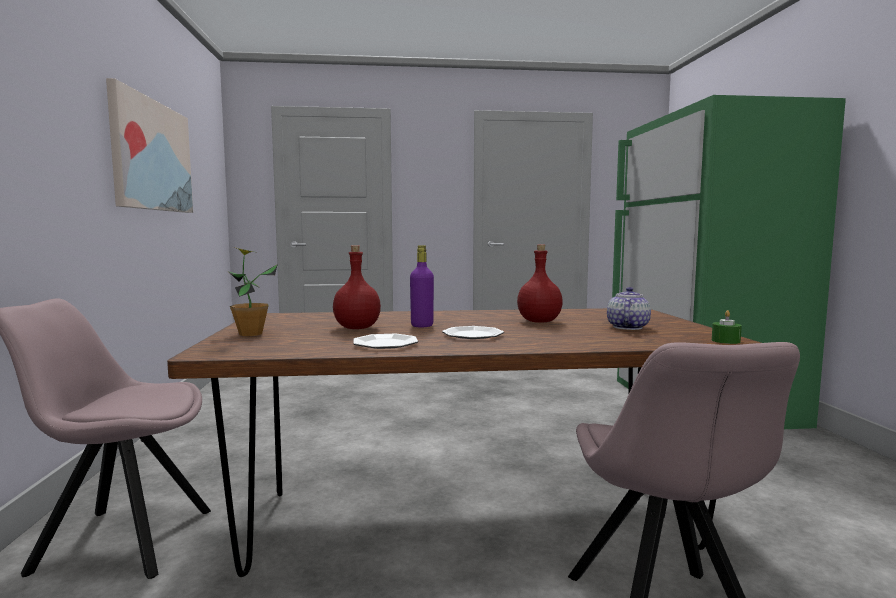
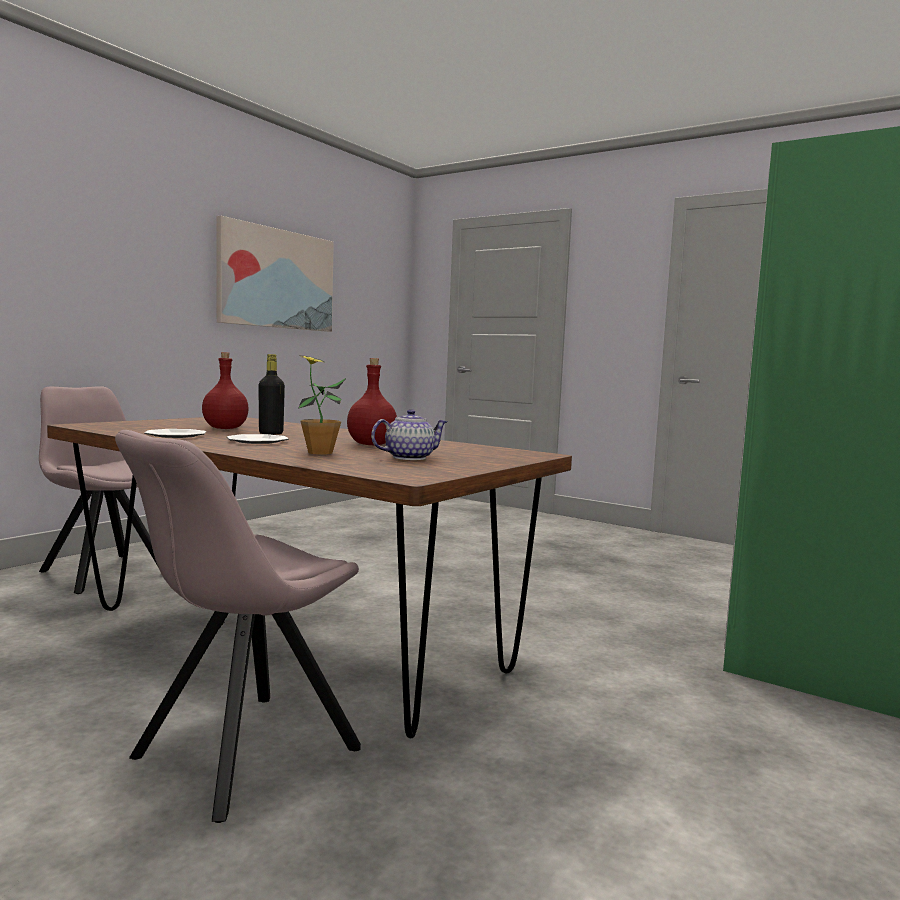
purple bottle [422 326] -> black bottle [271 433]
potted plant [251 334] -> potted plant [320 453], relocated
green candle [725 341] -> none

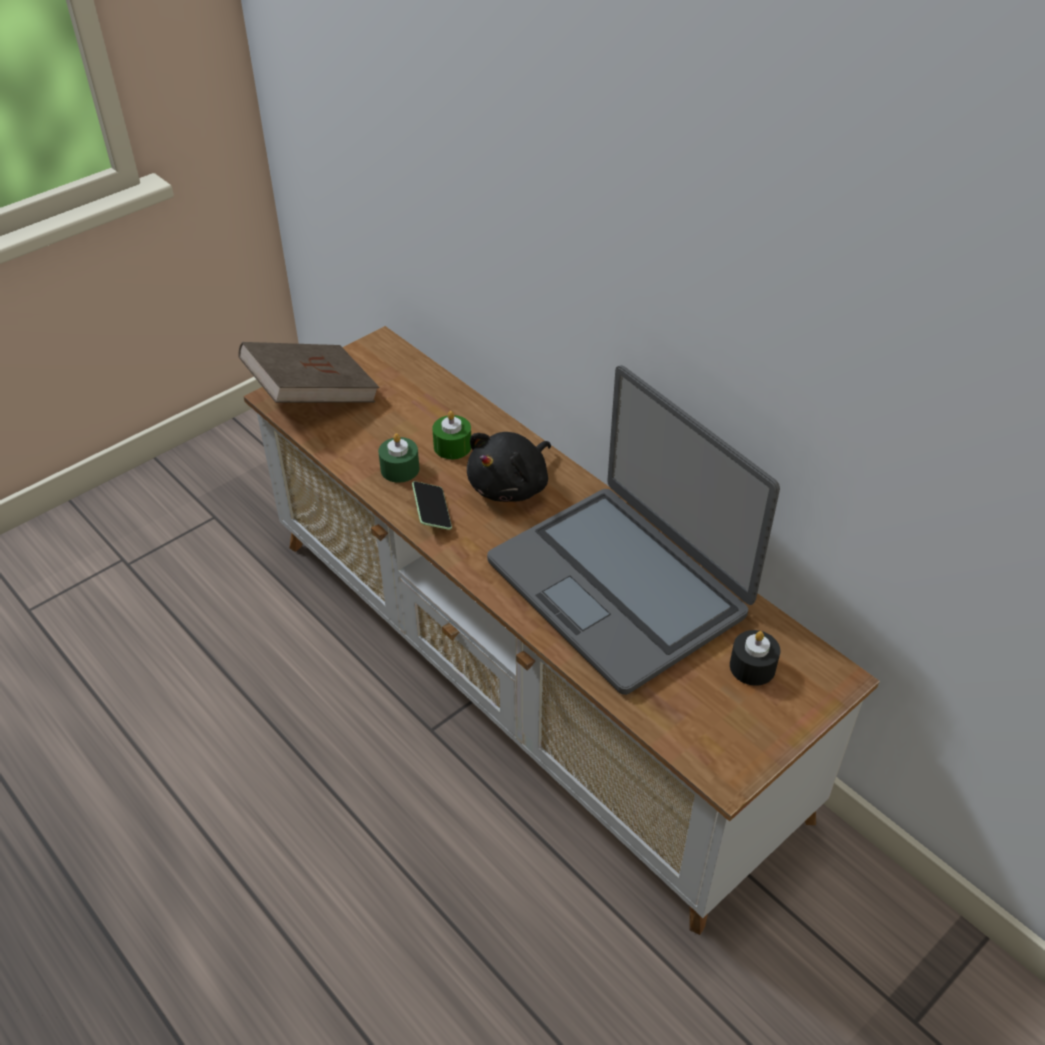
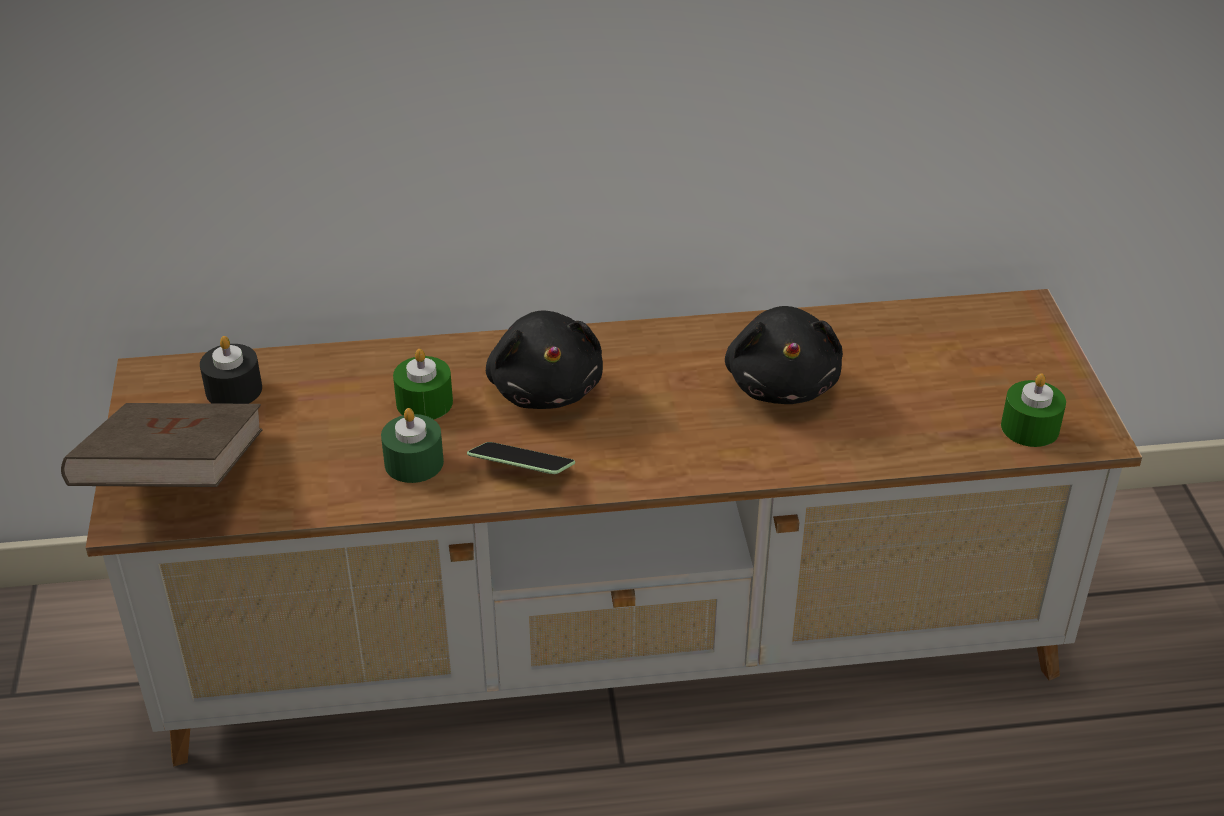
black candle [752 667] -> black candle [234 390], relocated
laptop [619 586] -> black plush toy [782 383]
none -> green candle [1030 427]

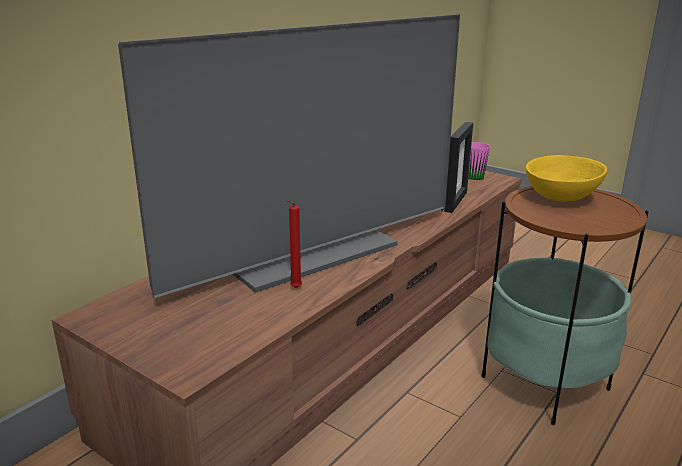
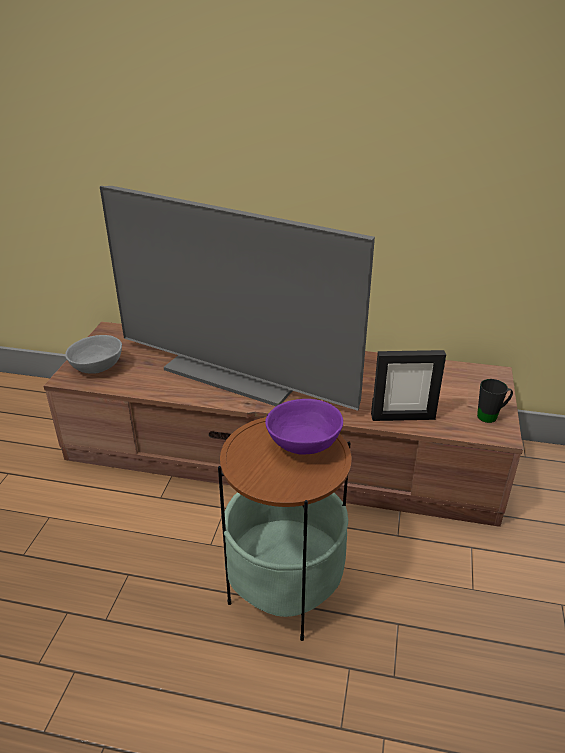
none -> grey bowl [98 367]
yellow bowl [561 196] -> purple bowl [305 444]
pink mug [475 175] -> black mug [491 416]
red candle [294 289] -> none

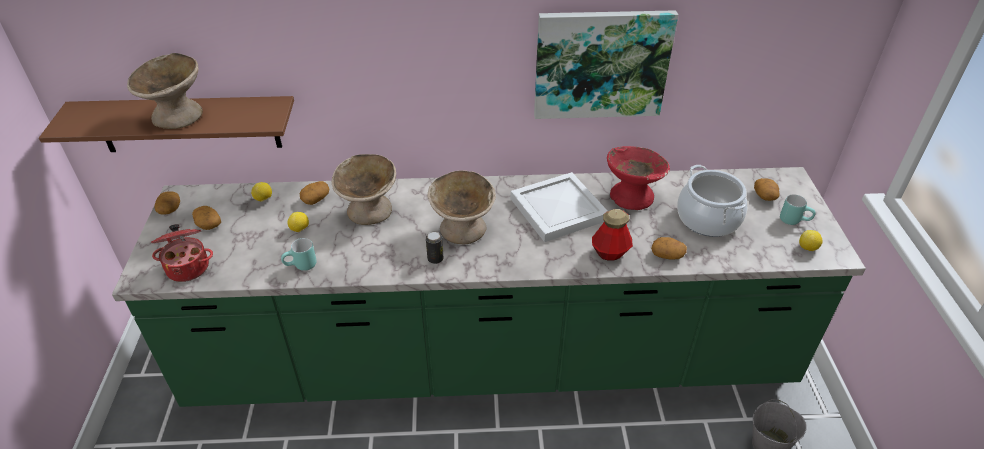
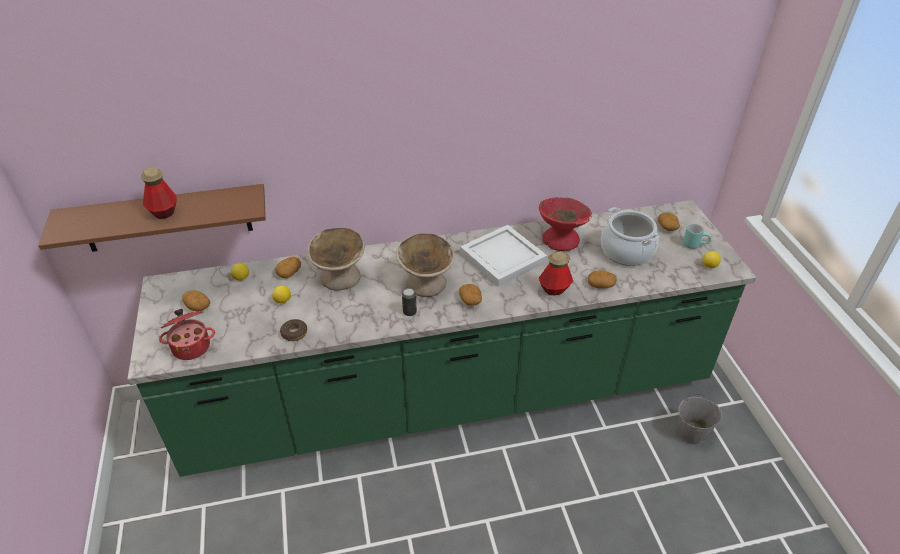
beige bowl [177 116] -> bottle [163 212]
turquoise mug [301 267] -> donut [294 333]
potato [170 209] -> potato [470 300], relocated
picture [601 64] -> none

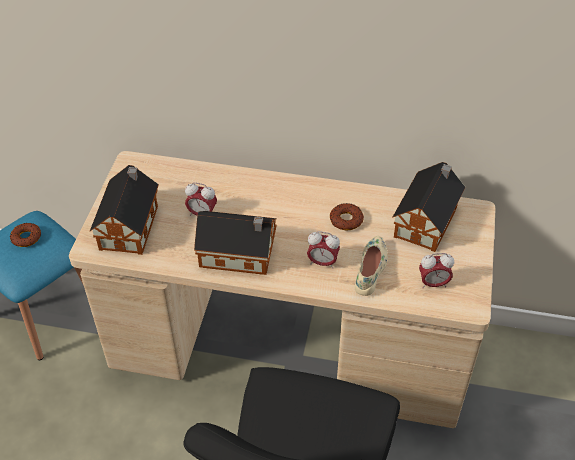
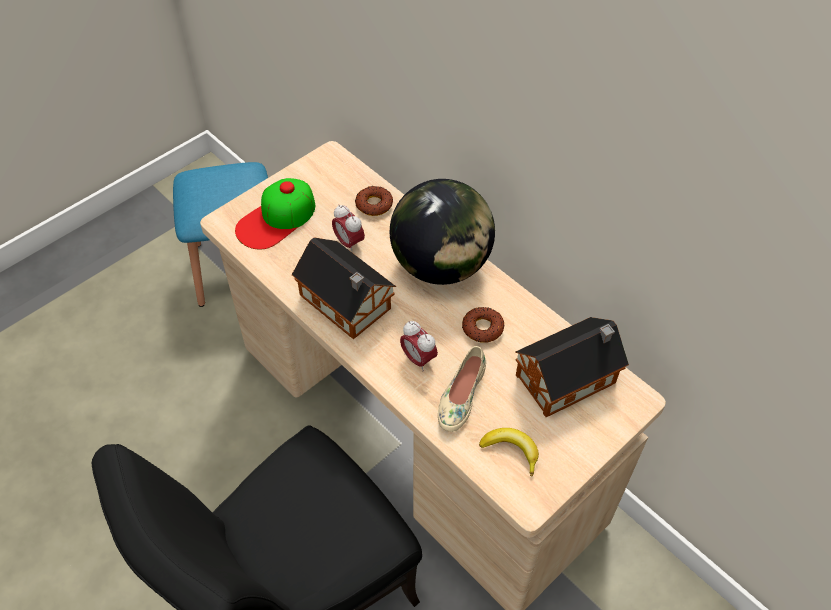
toy house [130 225] -> cap [276 219]
donut [26 238] -> donut [374 204], relocated
none -> globe [440 265]
beige shoe [371 269] -> beige shoe [460 396], 150 degrees clockwise
alarm clock [433 283] -> banana [511 450]

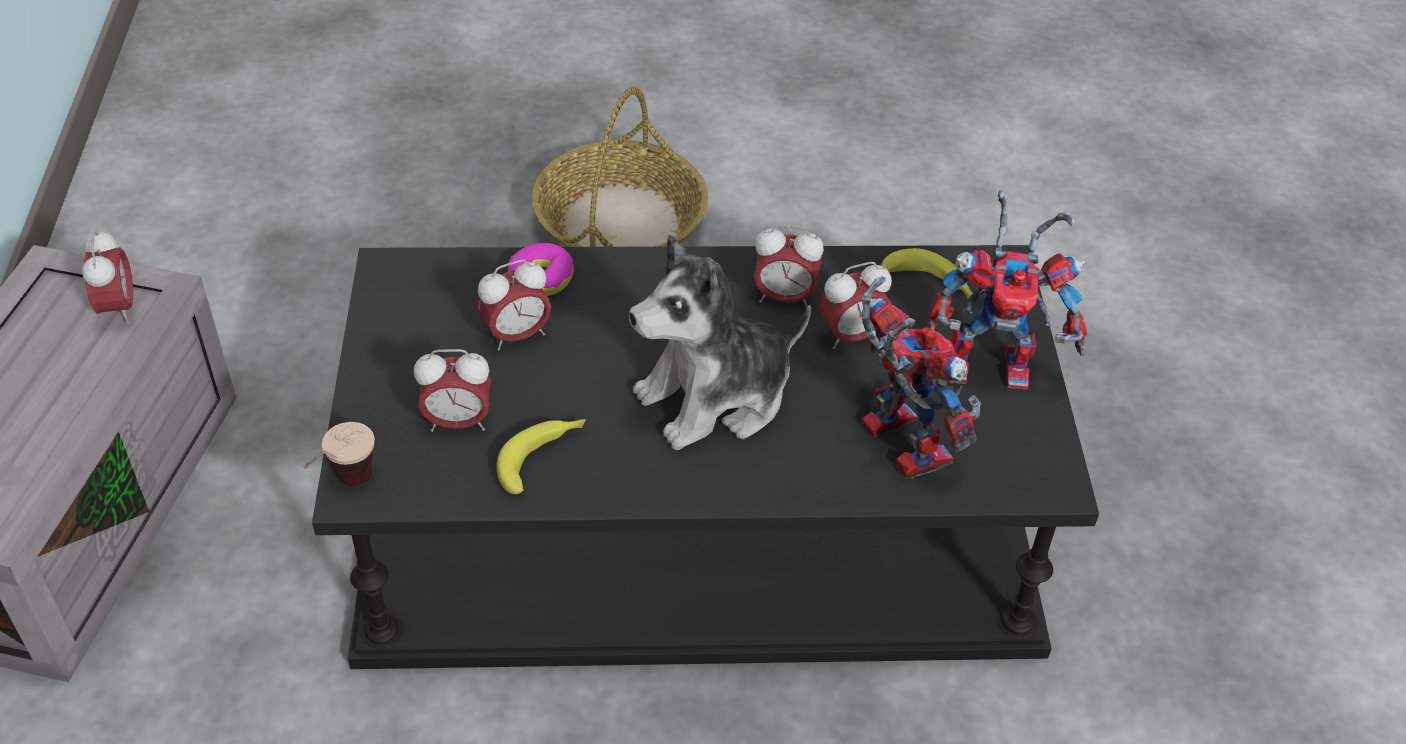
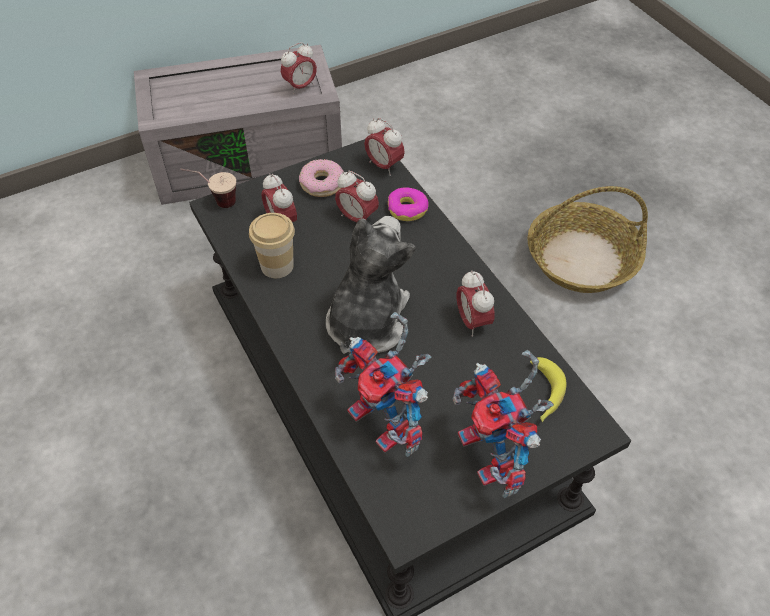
banana [543 457] -> cup [277 266]
none -> donut [322 183]
plush toy [716 397] -> plush toy [367 321], 75 degrees clockwise
toy robot [894 439] -> toy robot [388 423], 105 degrees clockwise
alarm clock [851 336] -> alarm clock [384 166], relocated

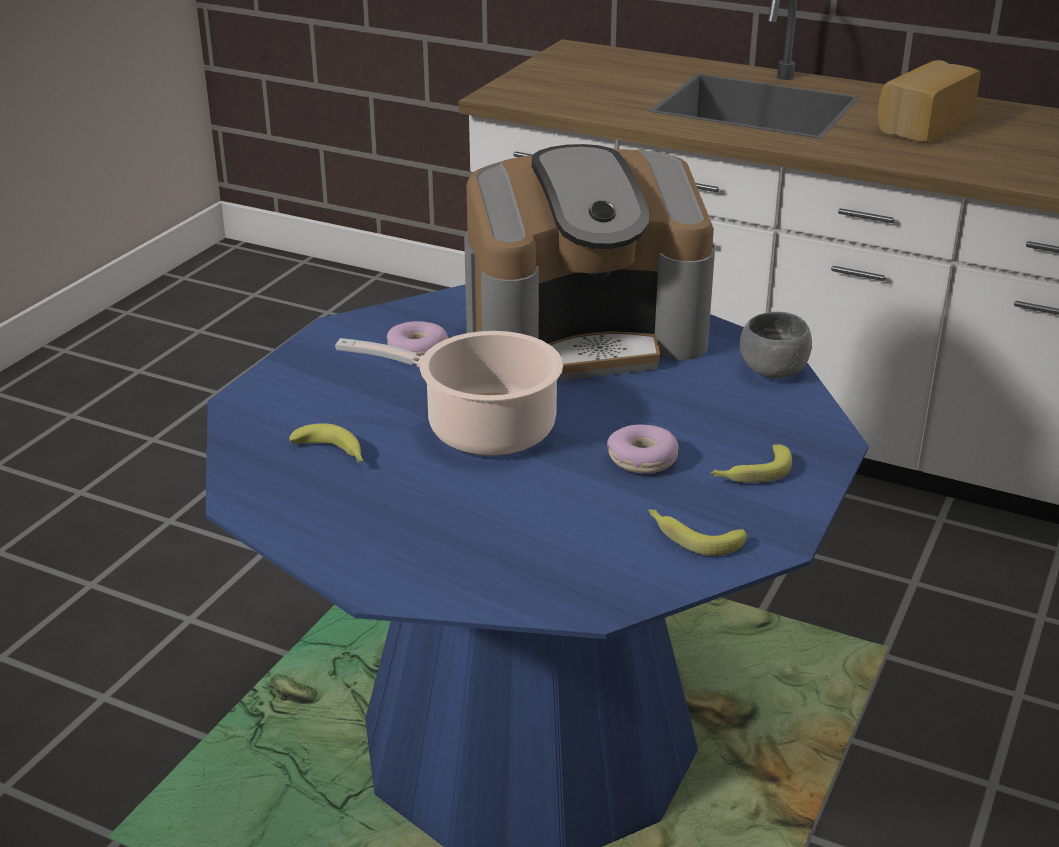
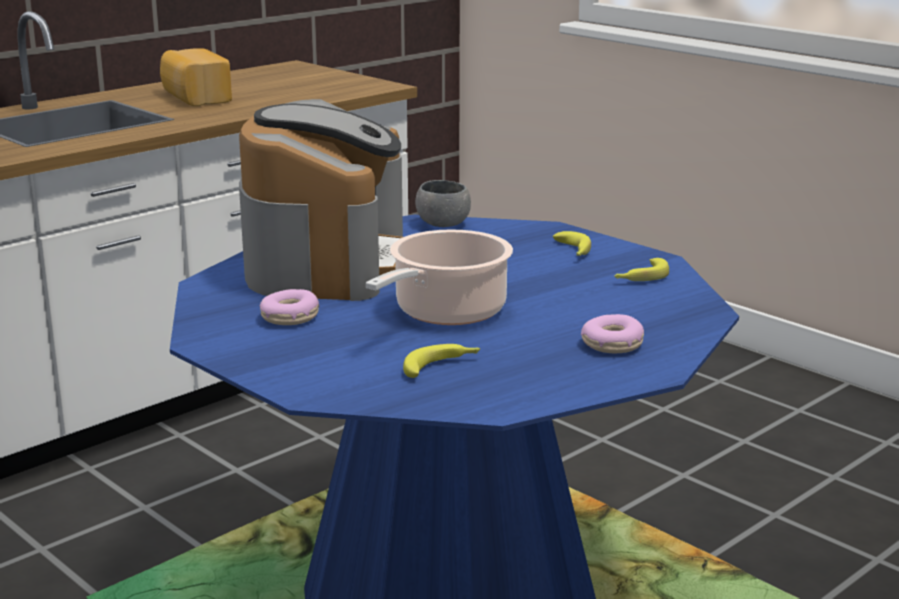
donut [643 459] -> donut [612 345], relocated

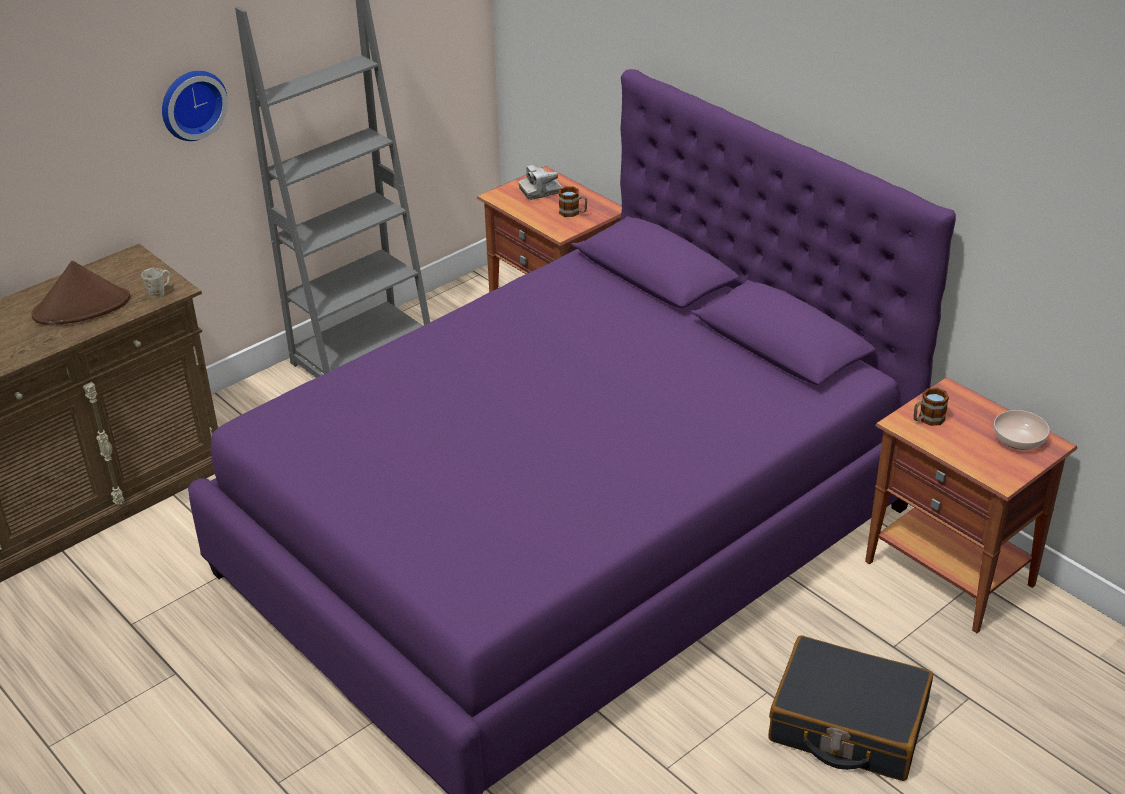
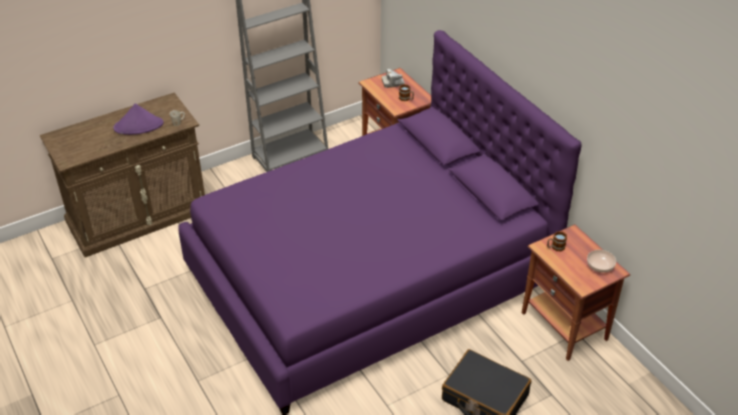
brown hat [82 307] -> purple hat [139 126]
wall clock [191 103] -> none

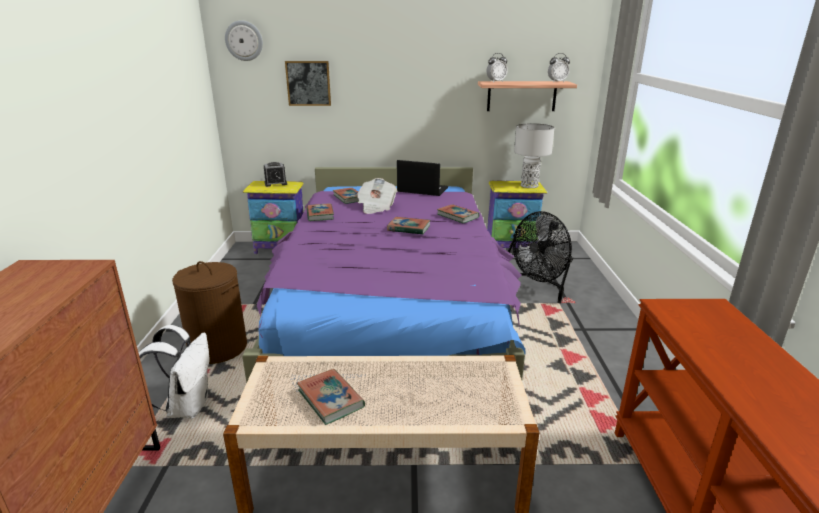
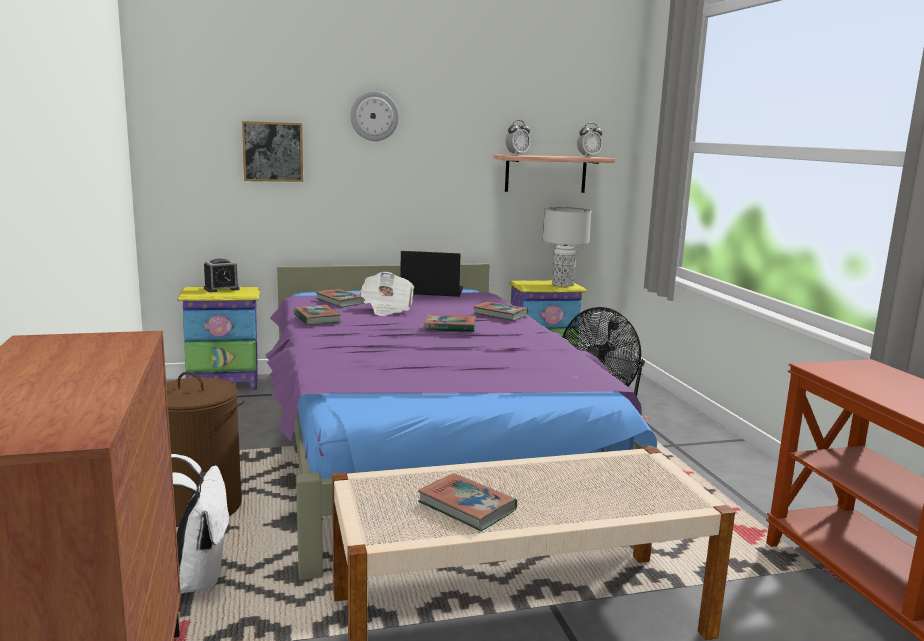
wall clock [244 40] -> wall clock [374 116], relocated

